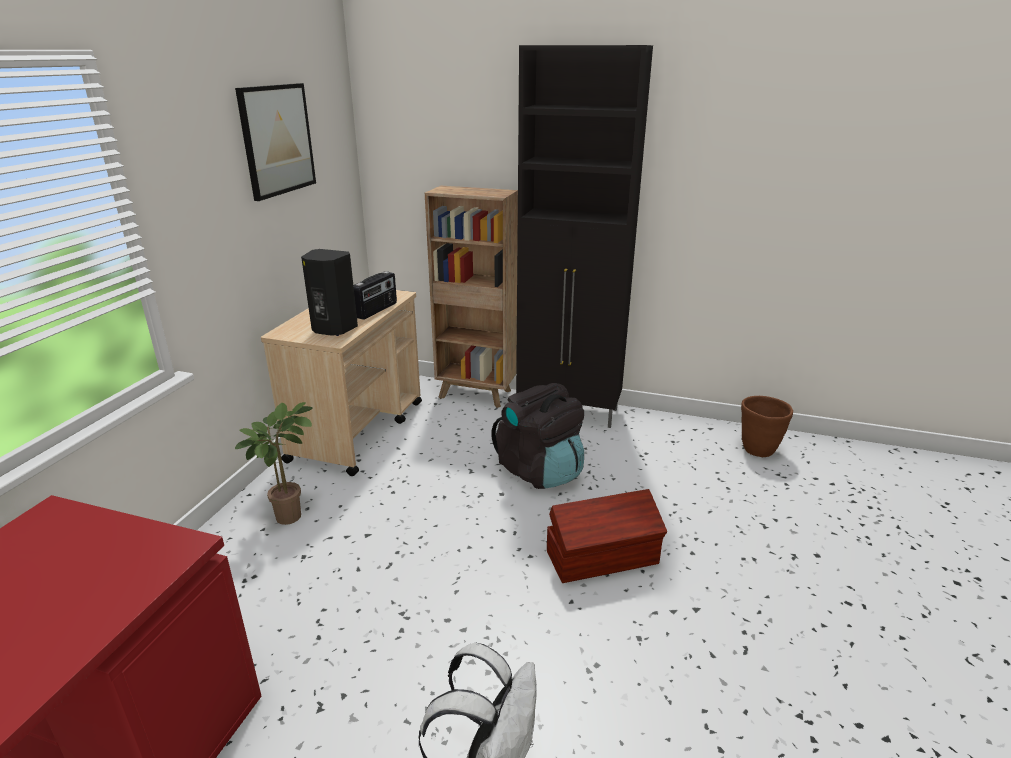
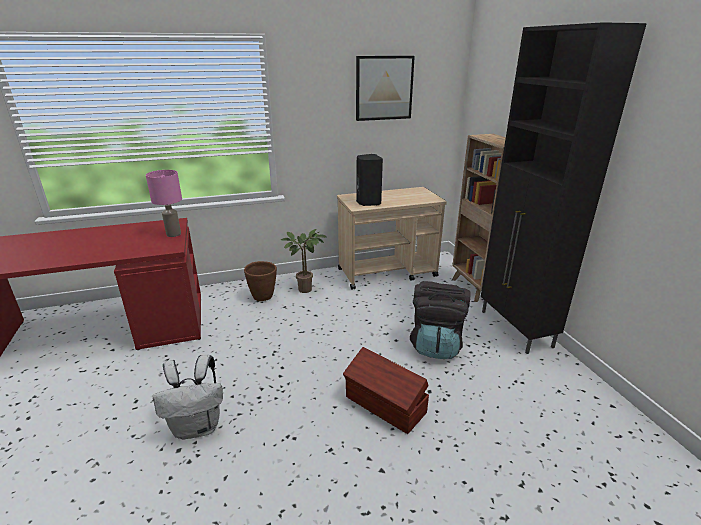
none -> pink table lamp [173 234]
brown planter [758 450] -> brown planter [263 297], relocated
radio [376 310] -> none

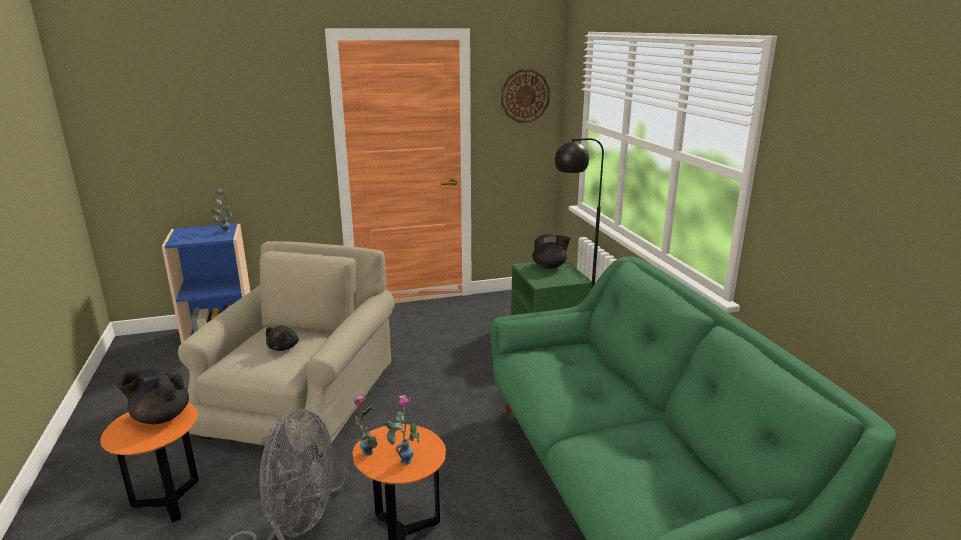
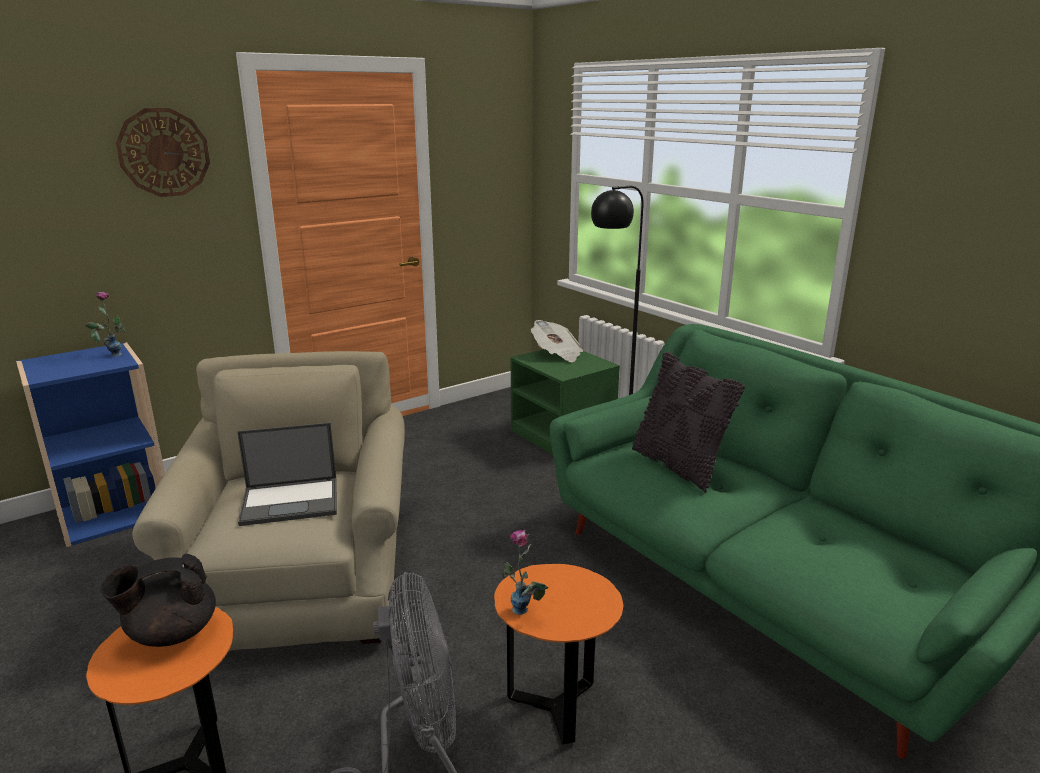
wall clock [525 96] -> wall clock [164 152], relocated
black plush toy [284 347] -> laptop [291 501]
black teapot [550 266] -> newspaper [557 354]
none -> black pillow [679 466]
vase [403 457] -> none

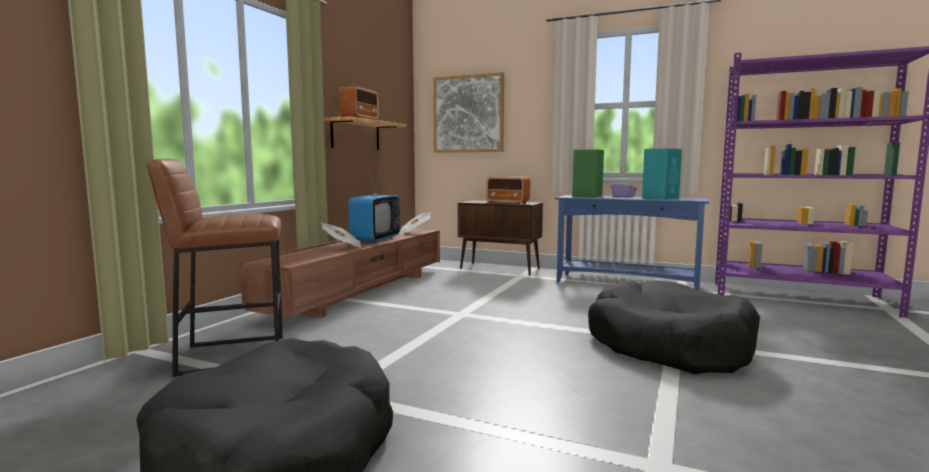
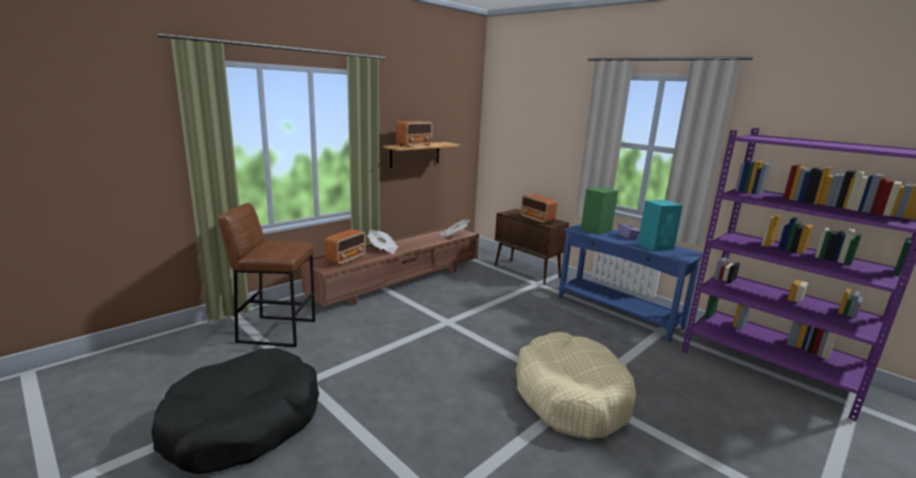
none -> radio [346 258]
black dog bed [668 346] -> beige dog bed [570 396]
television [375 239] -> none
picture [468 114] -> none

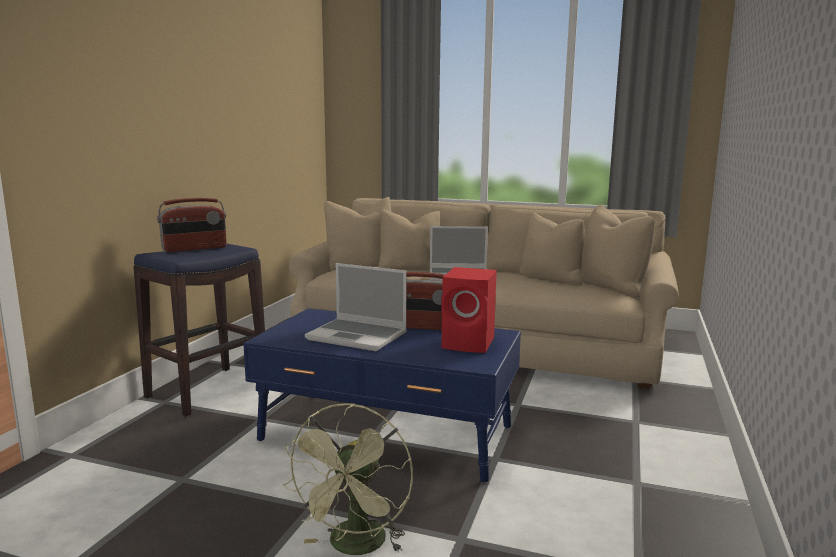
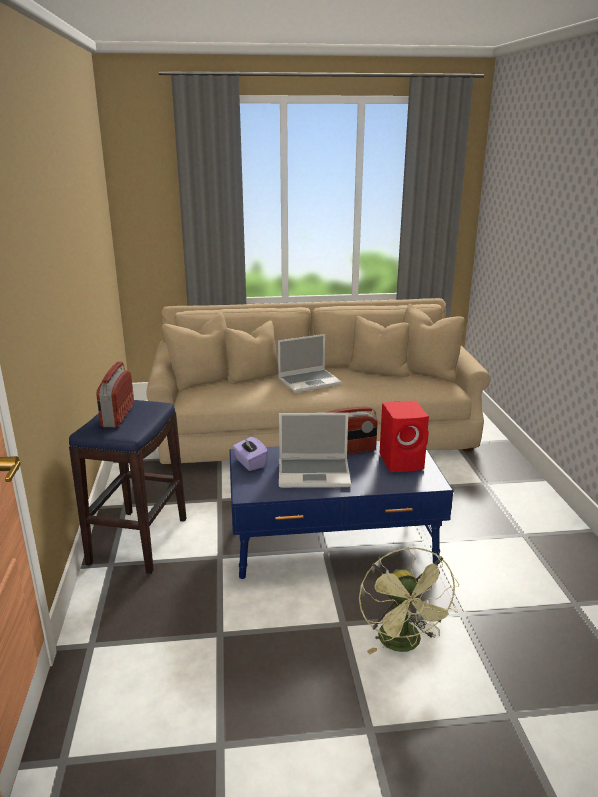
radio [195 248] -> radio [117 415], 150 degrees clockwise
none -> purple tissue box [250 463]

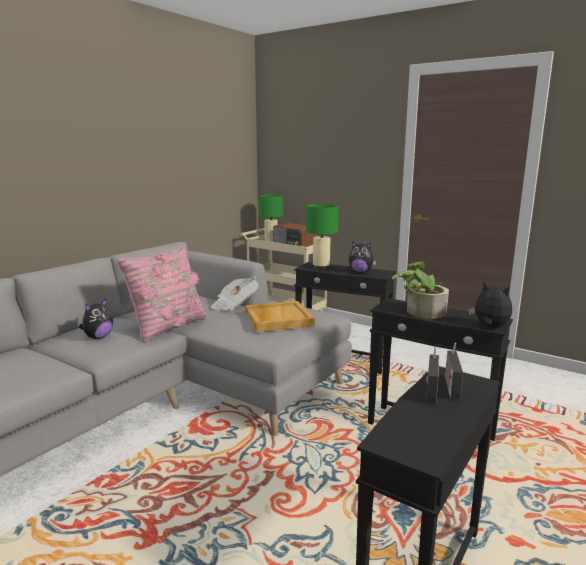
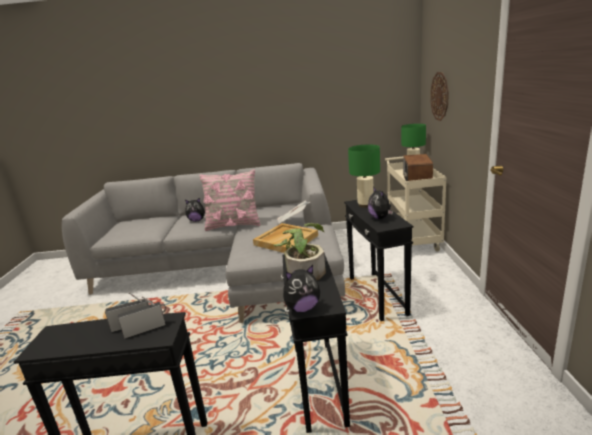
plush toy [490 327] -> plush toy [302 308], 60 degrees clockwise
none -> wall clock [440 96]

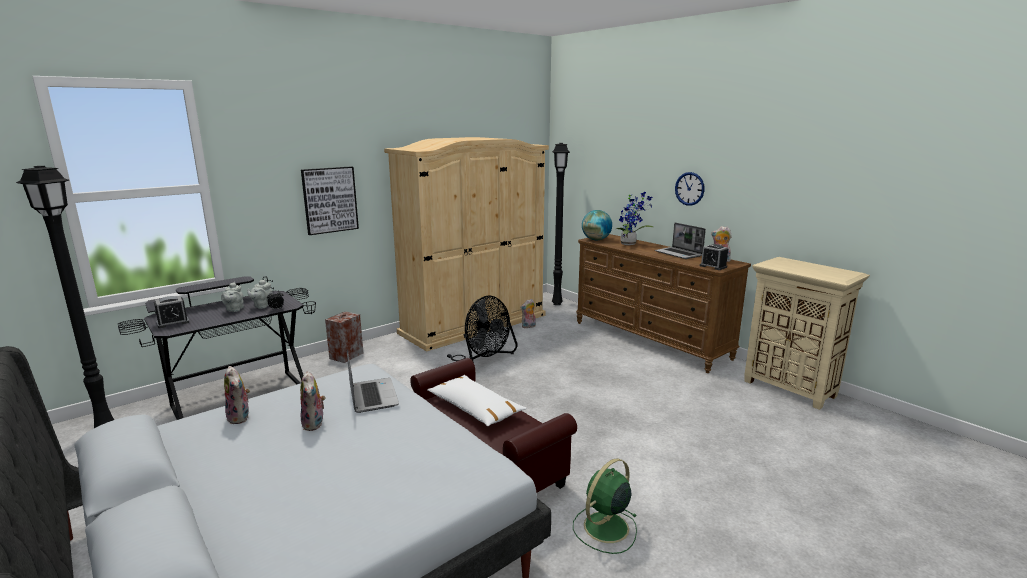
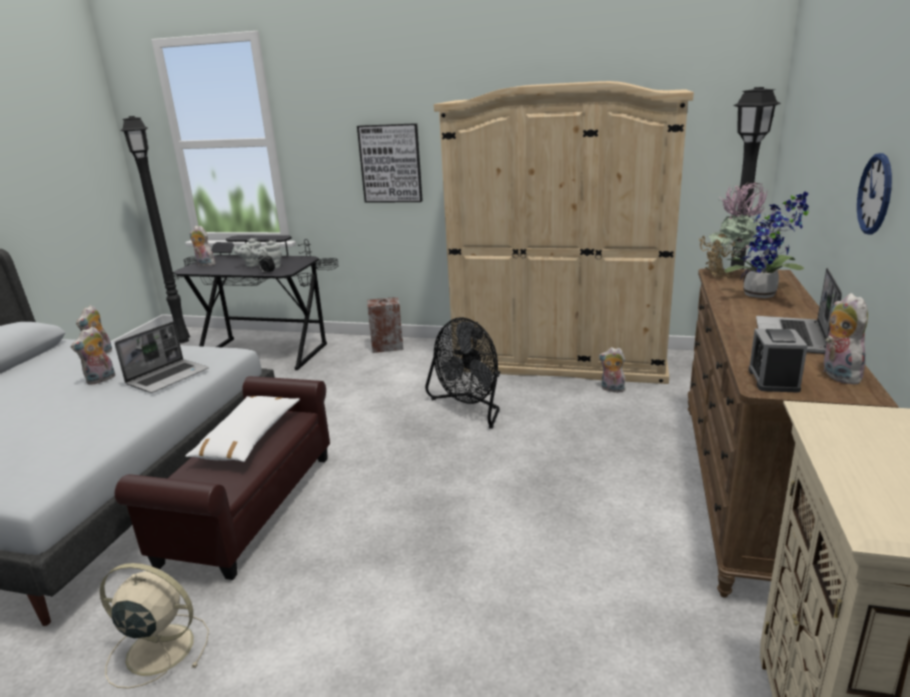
green fan [605 528] -> beige fan [157 649]
alarm clock [173 322] -> plush toy [204 264]
black fan [482 361] -> black fan [471 406], 45 degrees clockwise
globe [596 240] -> potted plant [727 275]

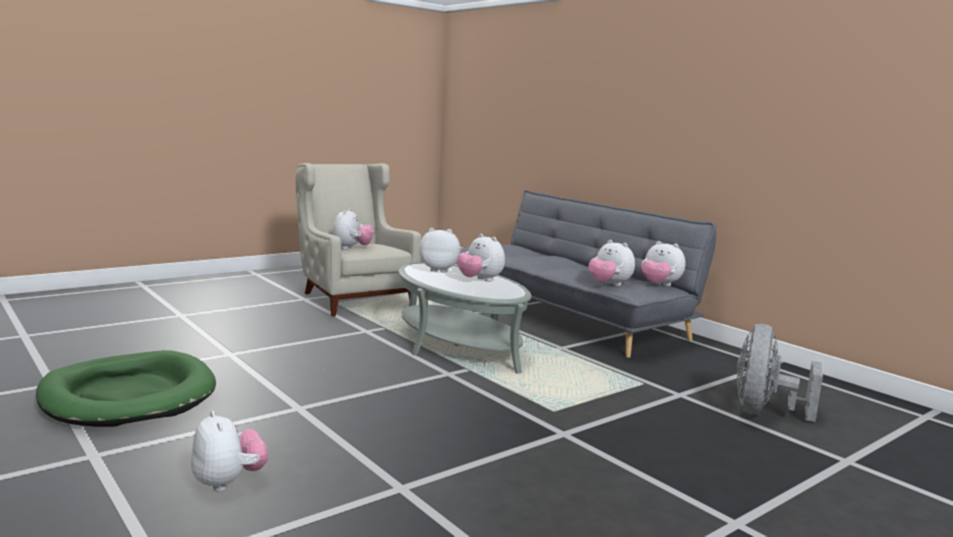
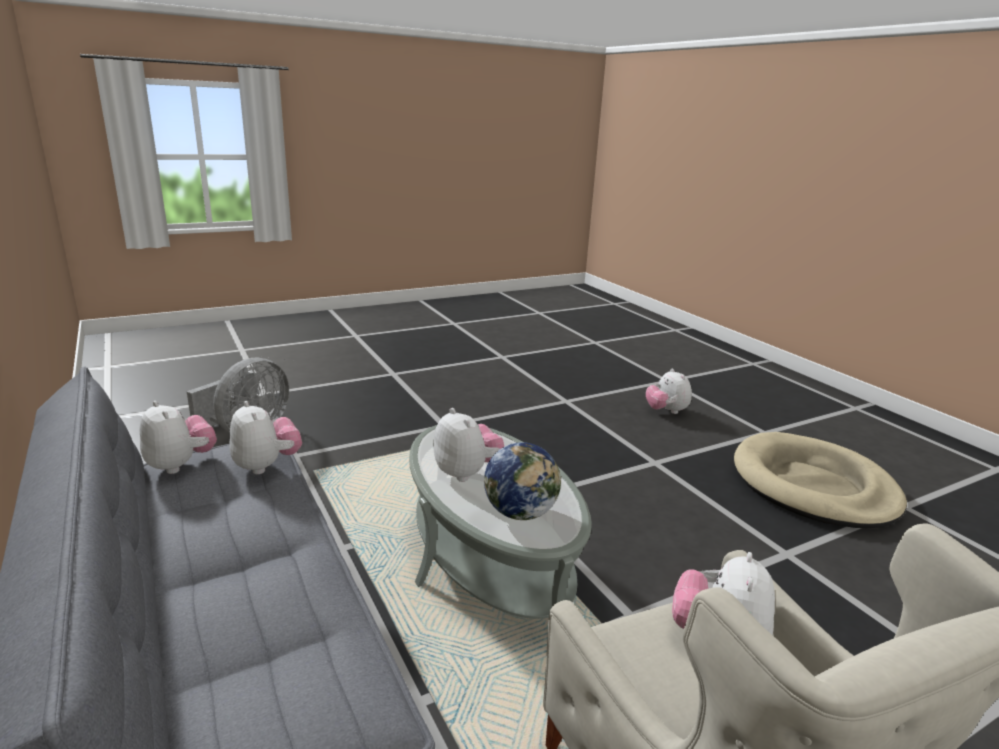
plush toy [439 270] -> globe [520 512]
green dog bed [128 396] -> beige dog bed [813 486]

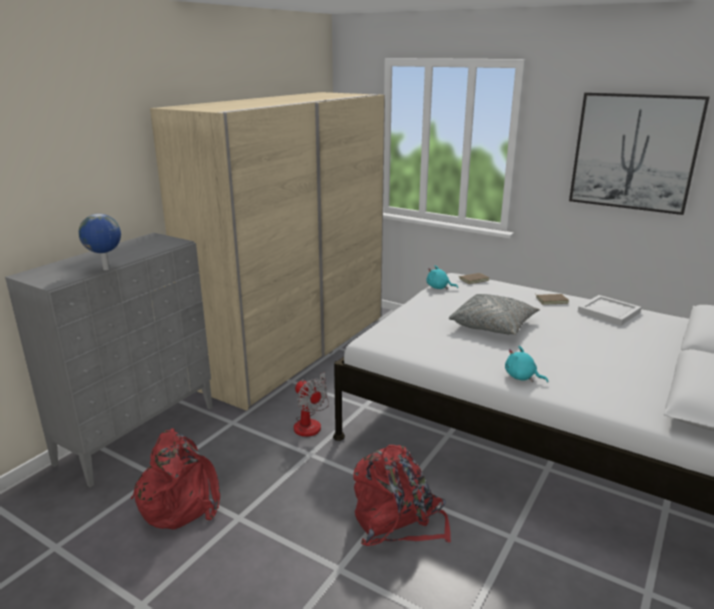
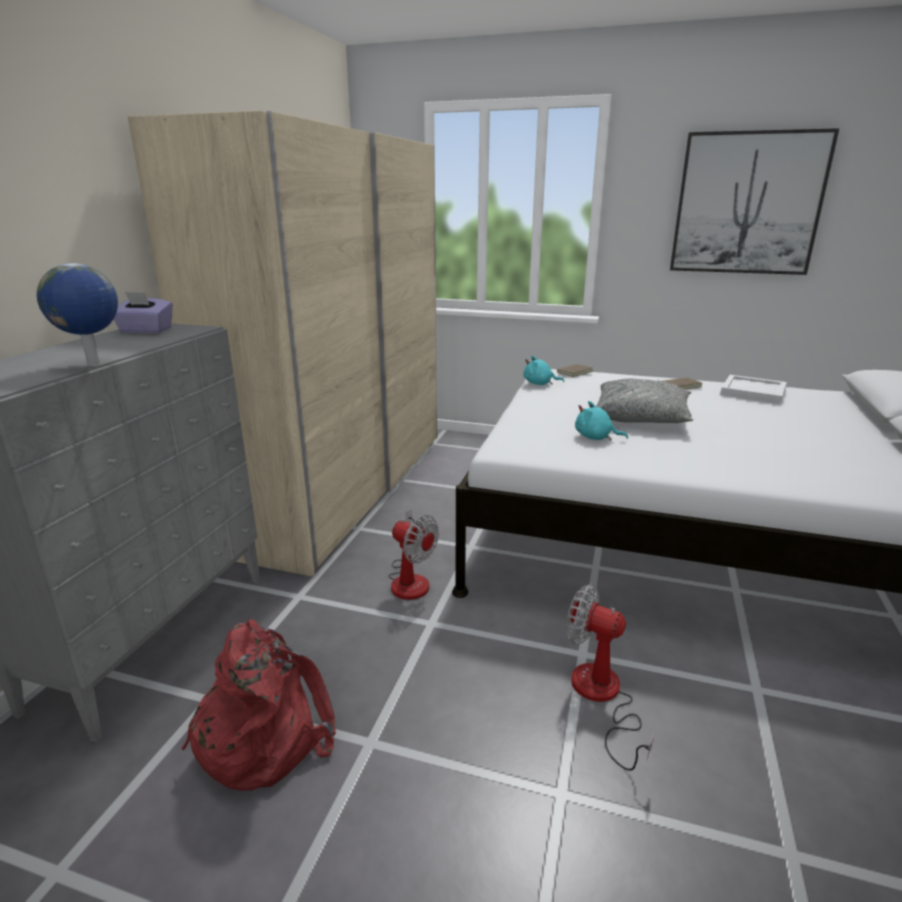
none -> purple tissue box [145 331]
red backpack [397 521] -> fan [601 697]
turquoise plush toy [522 377] -> turquoise plush toy [595 438], relocated

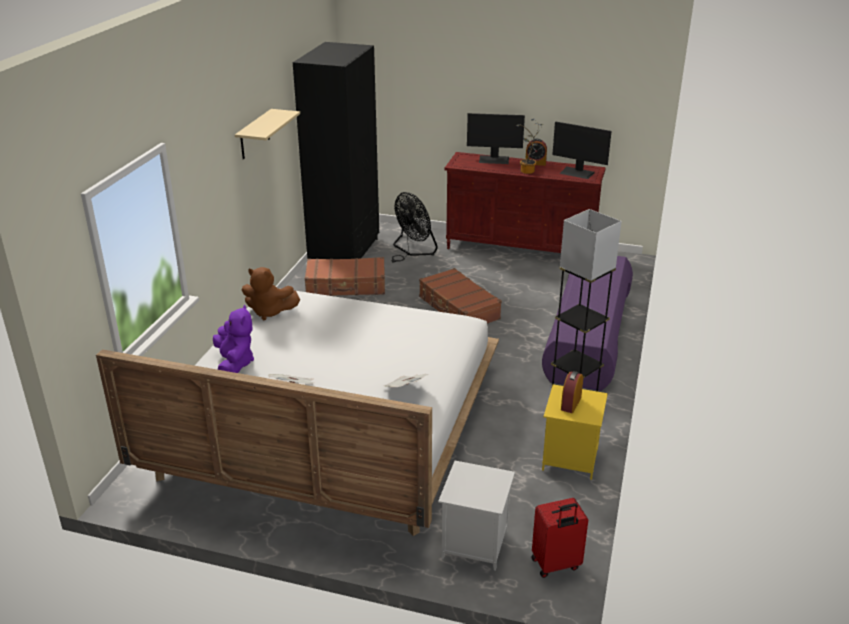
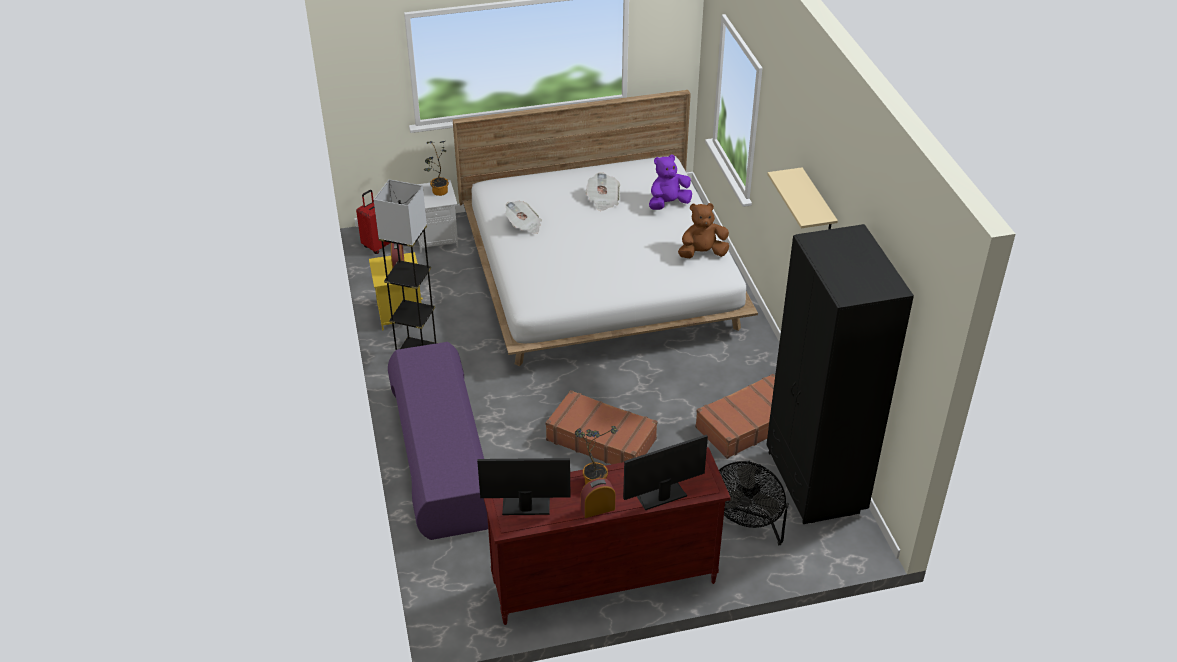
none -> potted plant [438 192]
purple plush toy [235 363] -> purple plush toy [668 204], 105 degrees clockwise

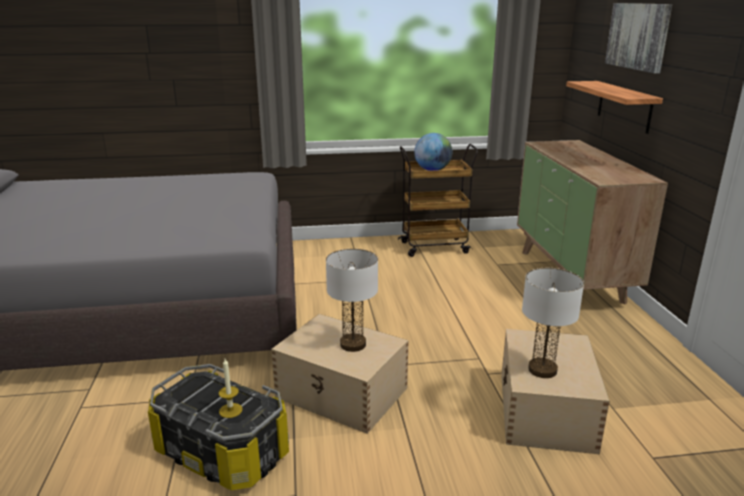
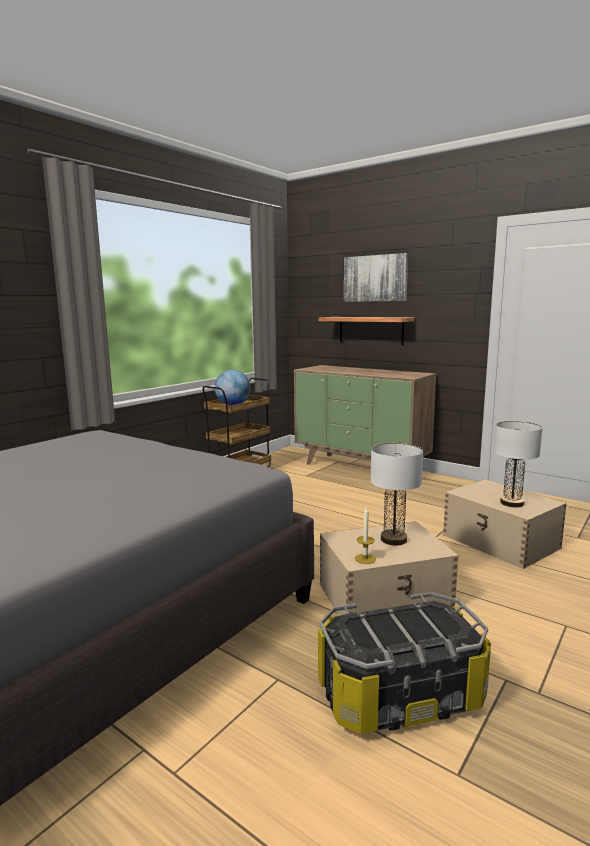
candle [230 410] -> candle [365 559], relocated

